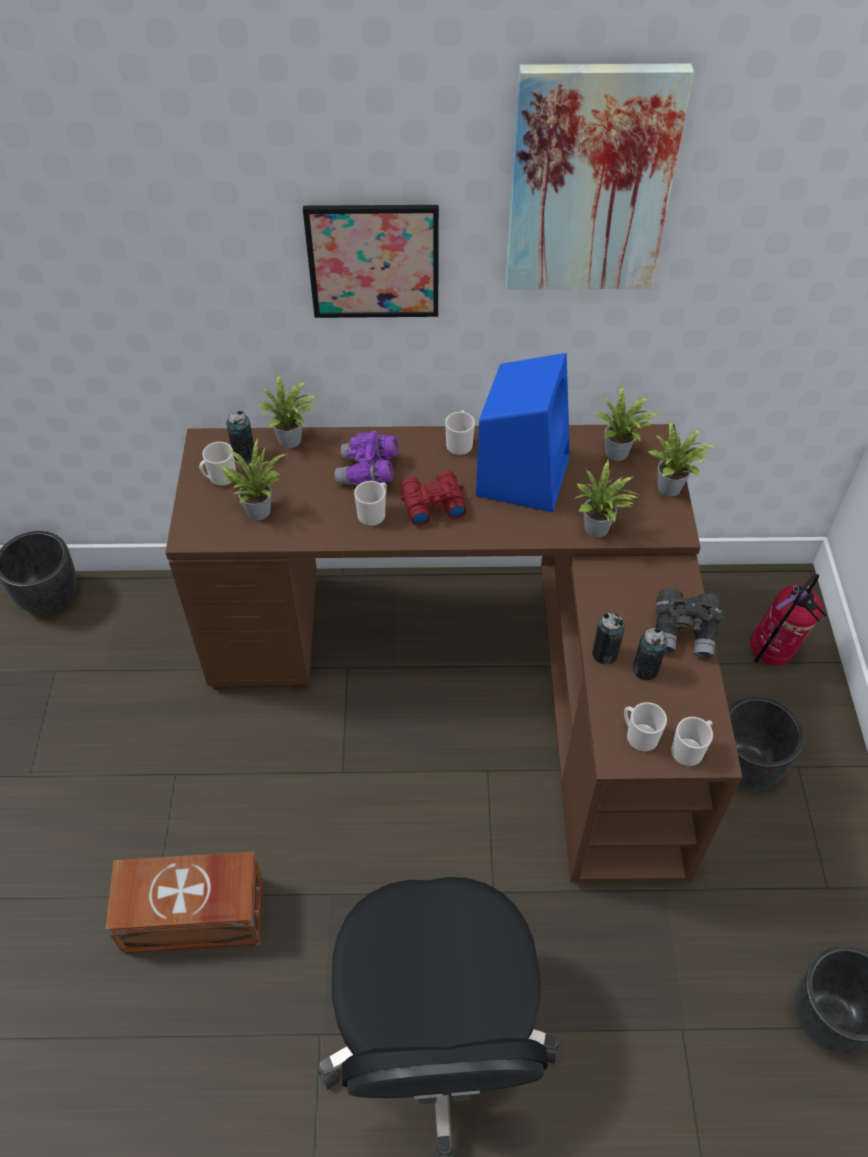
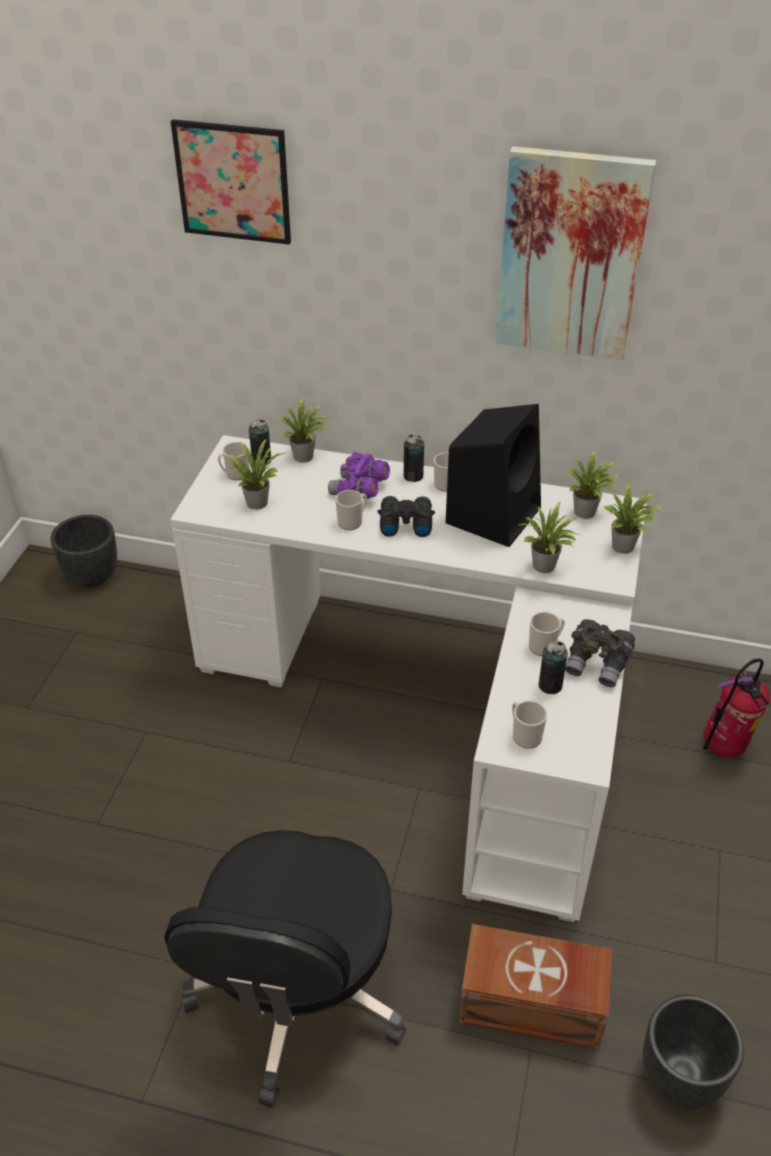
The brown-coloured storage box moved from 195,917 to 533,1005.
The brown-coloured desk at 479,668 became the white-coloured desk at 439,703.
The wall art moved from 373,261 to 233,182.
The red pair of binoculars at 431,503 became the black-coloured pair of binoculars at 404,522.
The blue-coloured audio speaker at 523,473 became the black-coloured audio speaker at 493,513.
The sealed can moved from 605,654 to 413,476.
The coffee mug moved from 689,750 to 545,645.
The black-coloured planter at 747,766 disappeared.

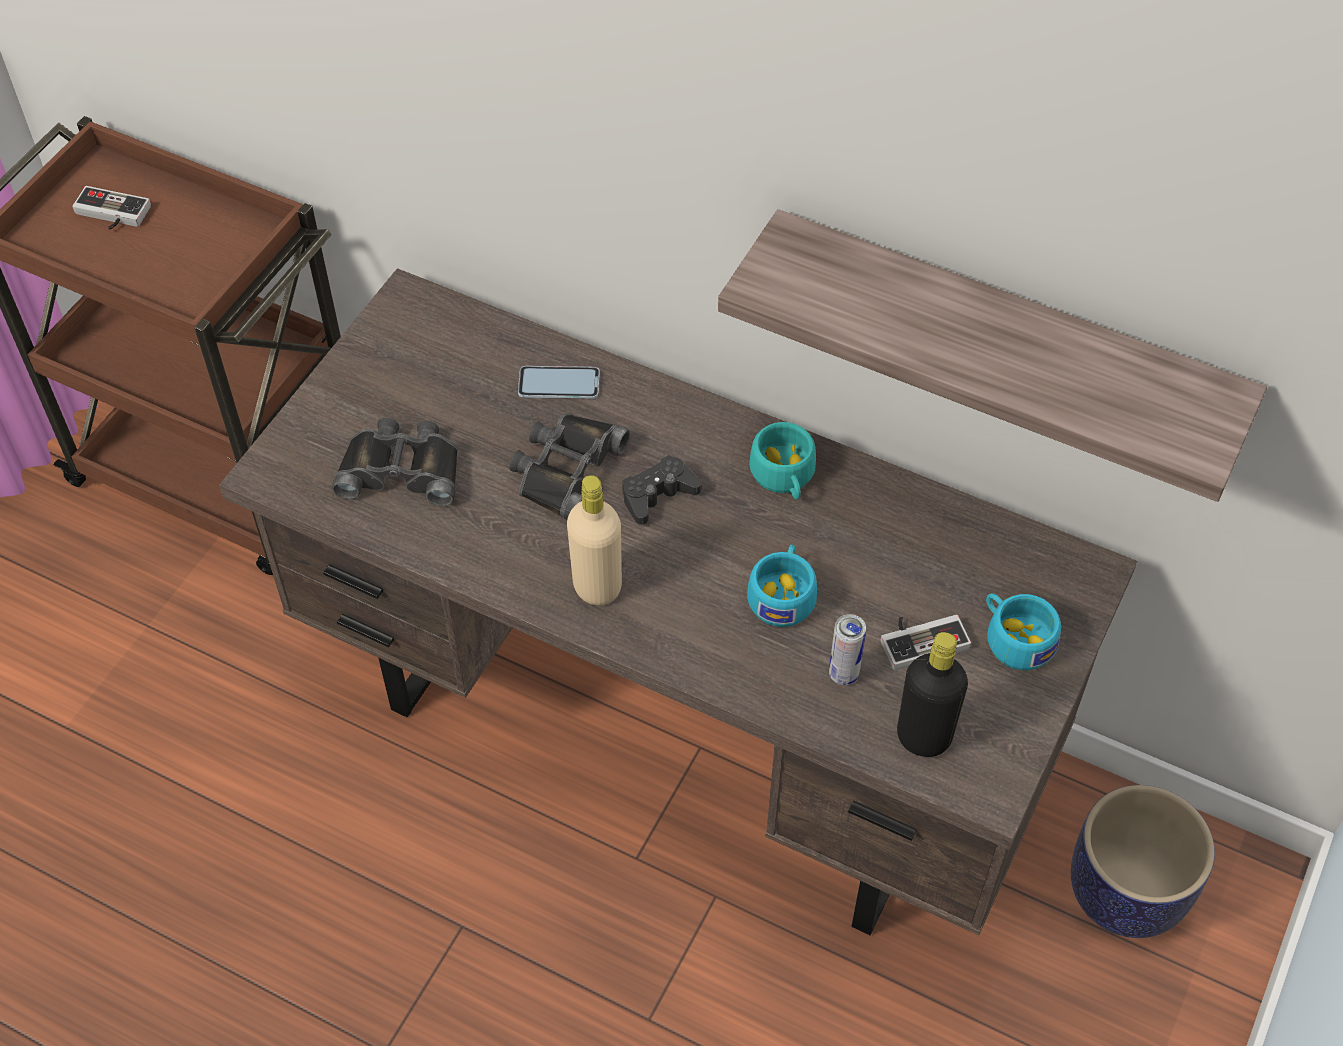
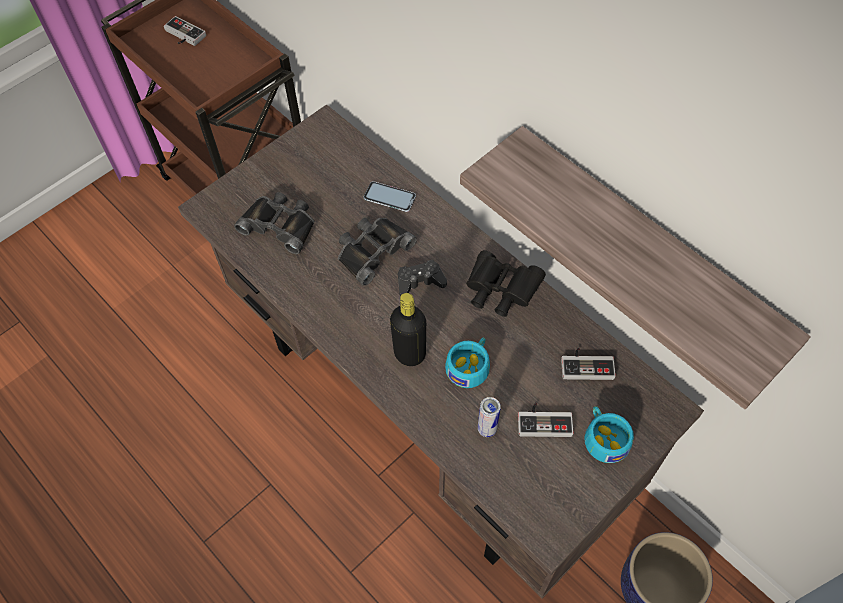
The beige-coloured beverage bottle at 597,586 disappeared.
The turquoise cup at 784,477 was replaced by the black-coloured pair of binoculars at 500,291.
The black-coloured beverage bottle moved from 923,737 to 409,353.
The gamepad at 586,364 appeared.

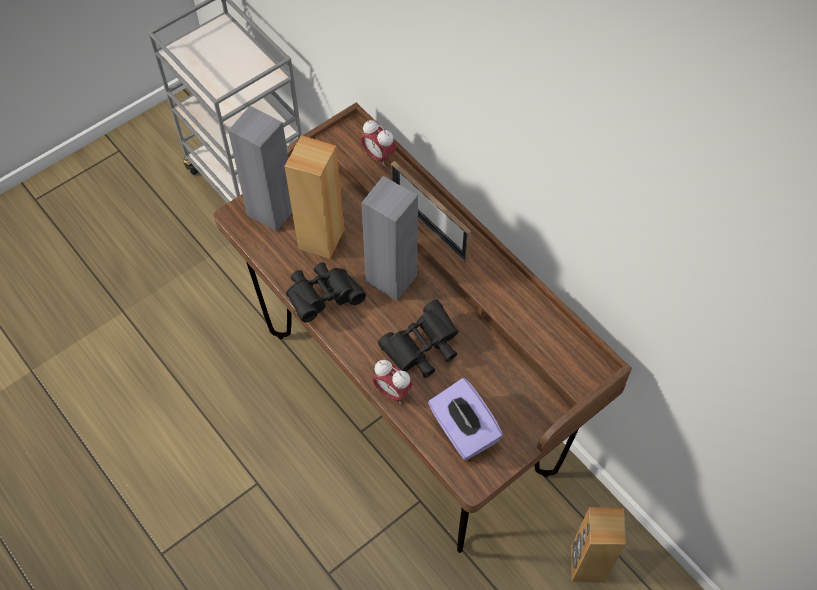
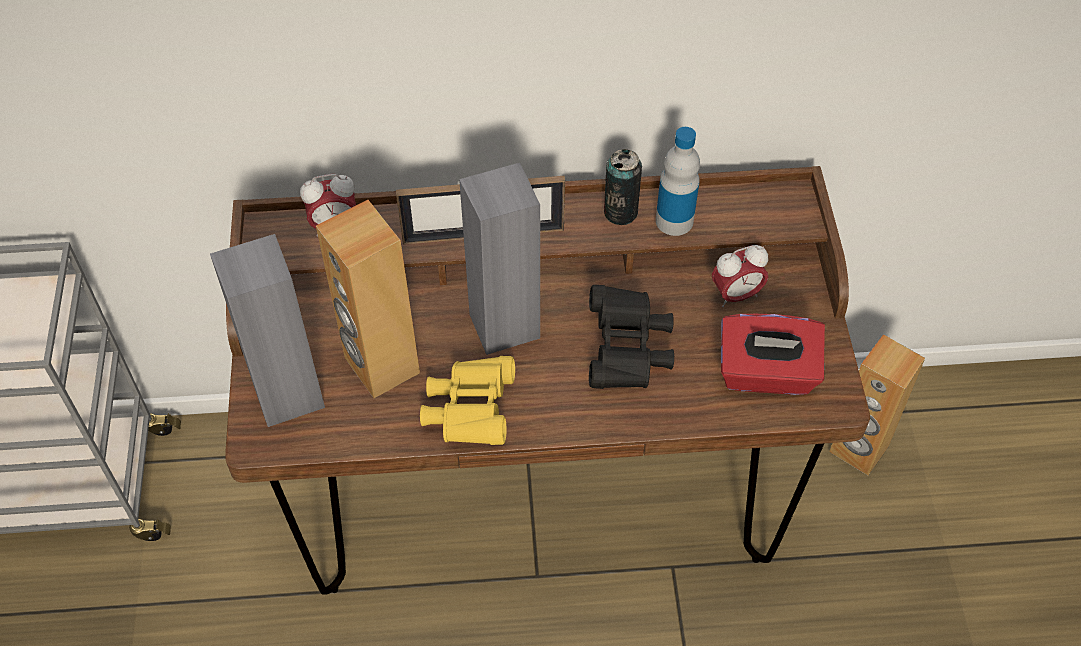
The black-coloured pair of binoculars at 323,297 became the yellow-coloured pair of binoculars at 470,411.
The alarm clock moved from 392,392 to 736,295.
The purple-coloured tissue holder at 463,431 became the red tissue holder at 766,374.
The sealed can at 620,212 appeared.
The beverage bottle at 674,221 appeared.

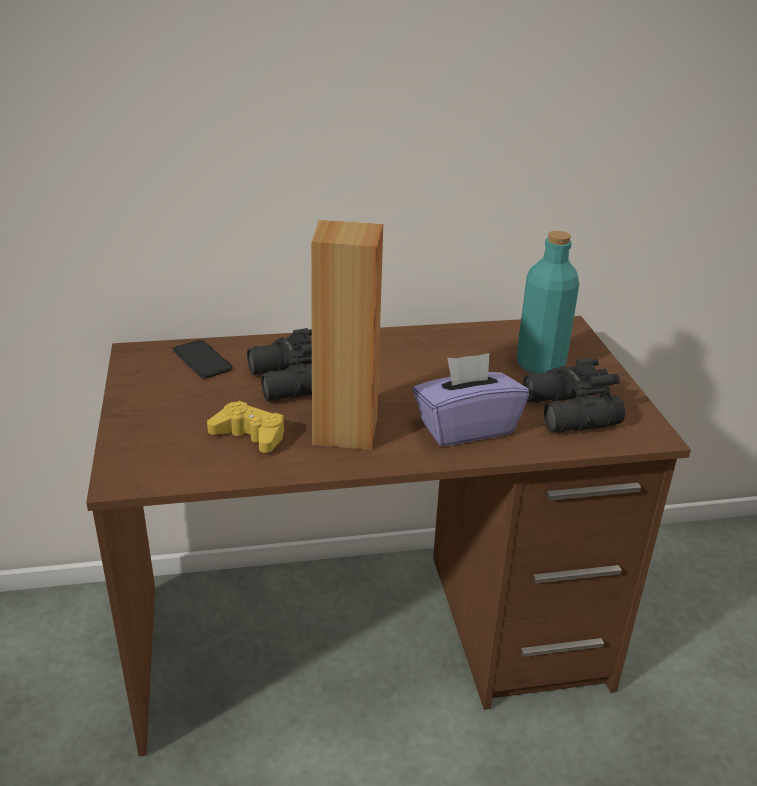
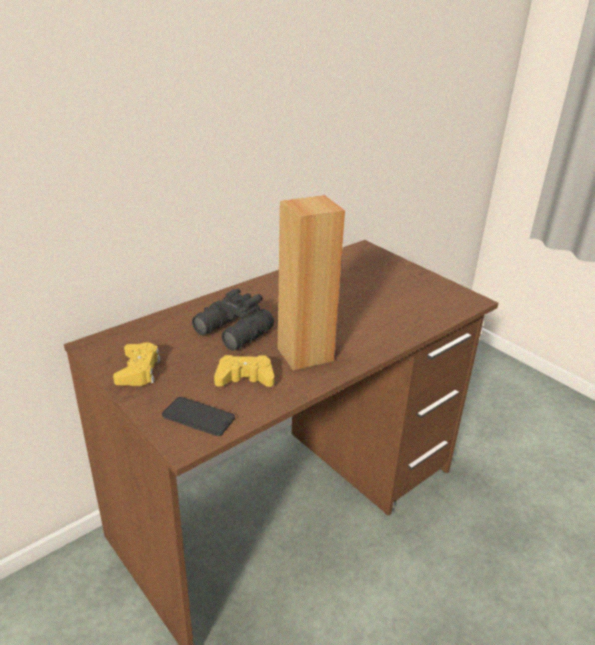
The telephone moved from 202,360 to 198,417.
The purple-coloured tissue holder at 465,427 disappeared.
The turquoise beverage bottle at 540,365 disappeared.
The black-coloured pair of binoculars at 568,413 disappeared.
The yellow-coloured gamepad at 138,370 appeared.

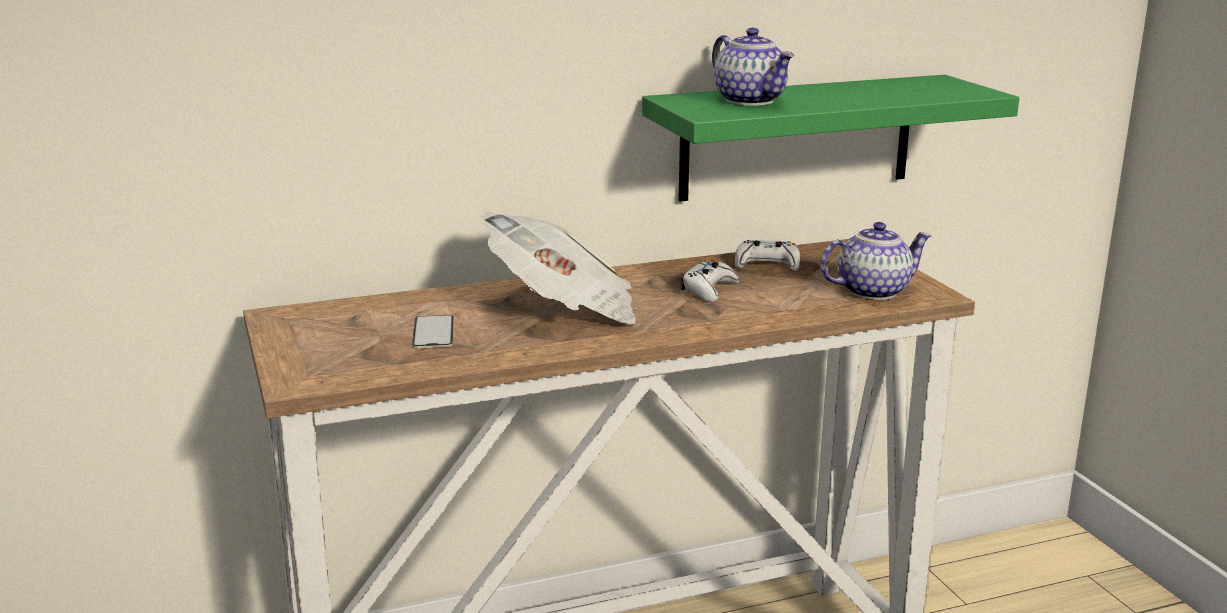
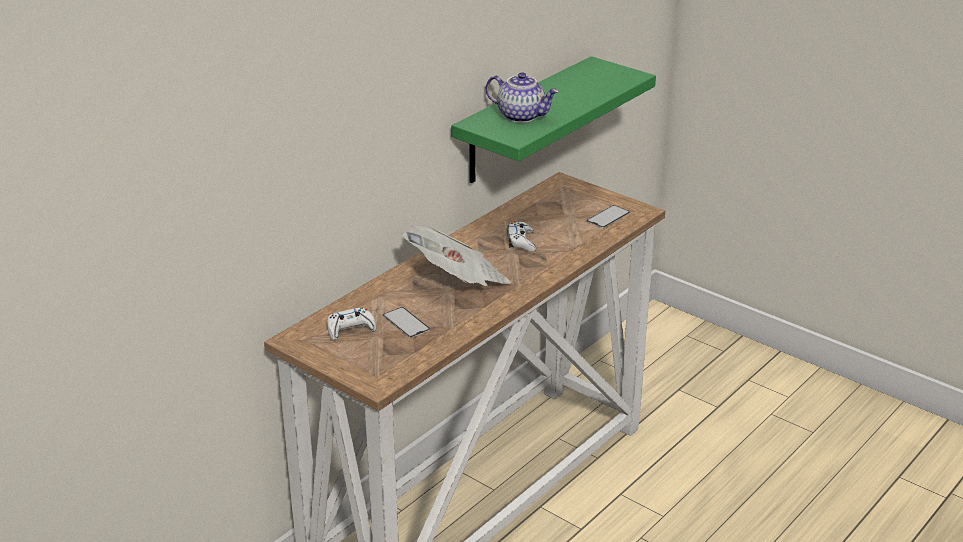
The white-coloured gamepad moved from 766,264 to 350,329.
The teapot at 872,291 was replaced by the telephone at 608,217.

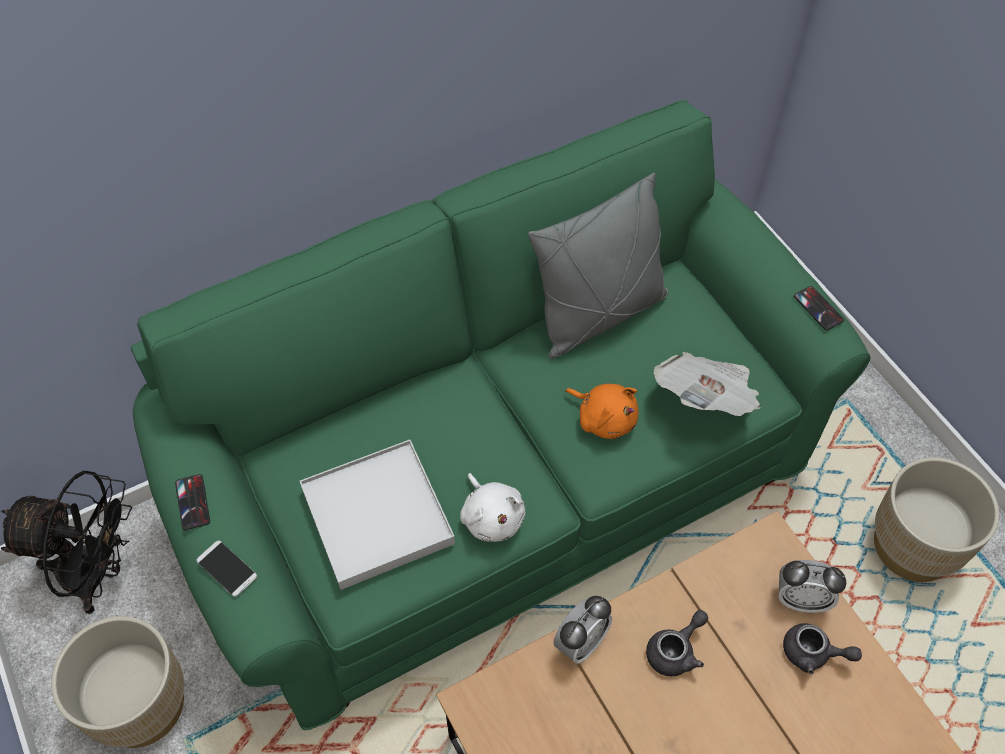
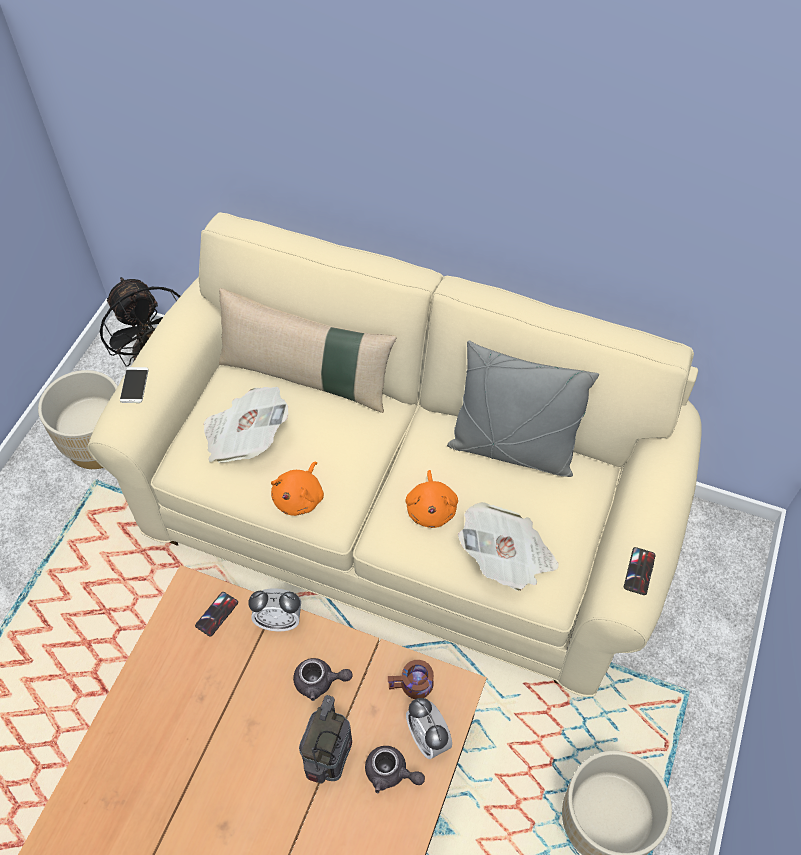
The green sofa at 502,482 became the beige-coloured sofa at 401,516.
The telephone moved from 193,502 to 217,614.
The white-coloured tray at 377,516 was replaced by the printed paper at 246,438.
The white-coloured cuddly toy at 492,517 became the orange-coloured cuddly toy at 300,497.
The gray teapot at 813,653 turned 45 degrees counterclockwise.
The beige-coloured pillow at 307,377 appeared.
The radio receiver at 329,759 appeared.
The brown-coloured coffee mug at 412,687 appeared.

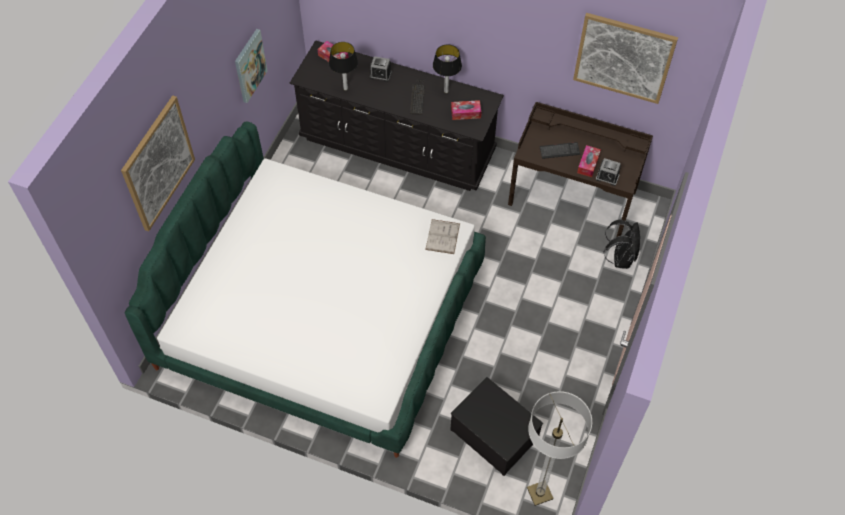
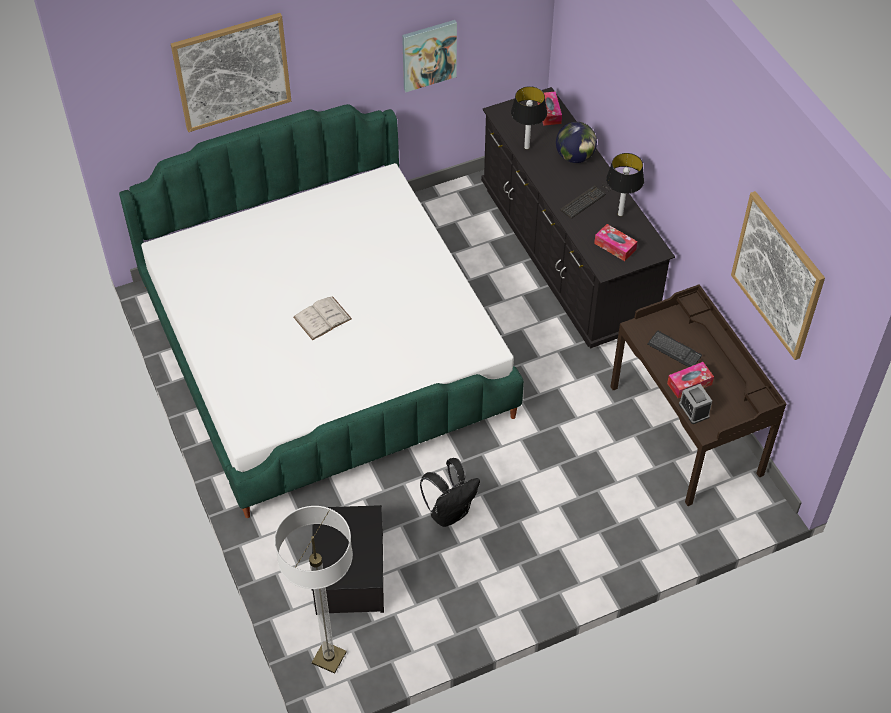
The alarm clock at 380,75 was replaced by the desk globe at 574,157.
The white-coloured bound book moved from 442,236 to 322,318.
The black-coloured knapsack moved from 620,258 to 450,512.

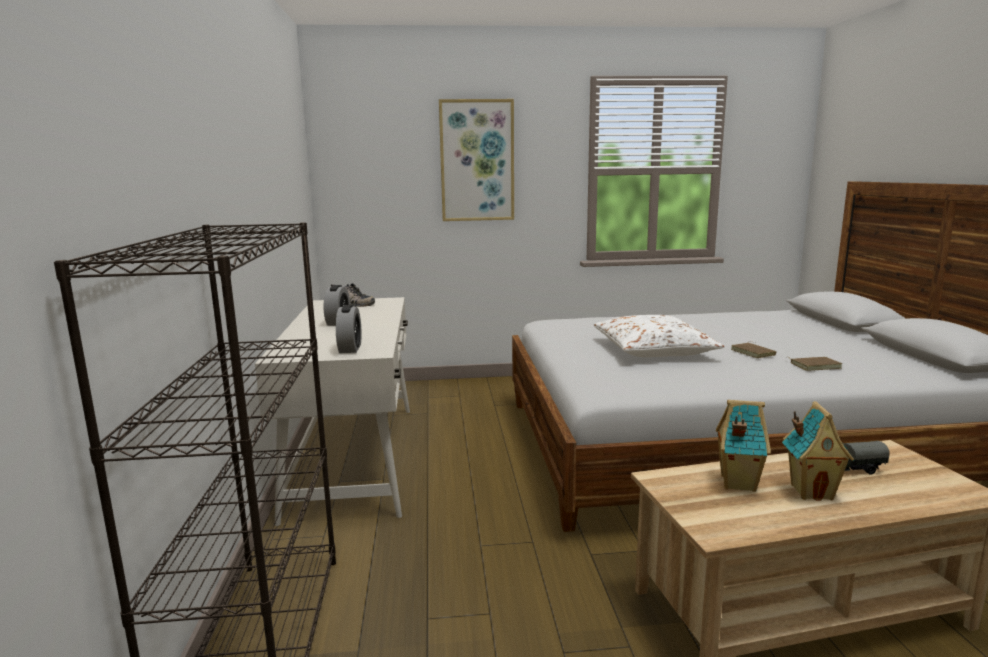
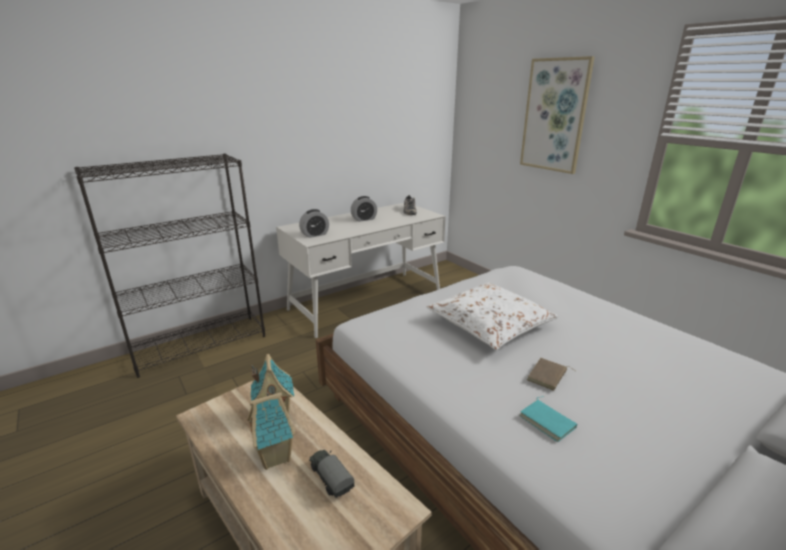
The brown-coloured bound book at 814,365 became the turquoise bound book at 548,421.

